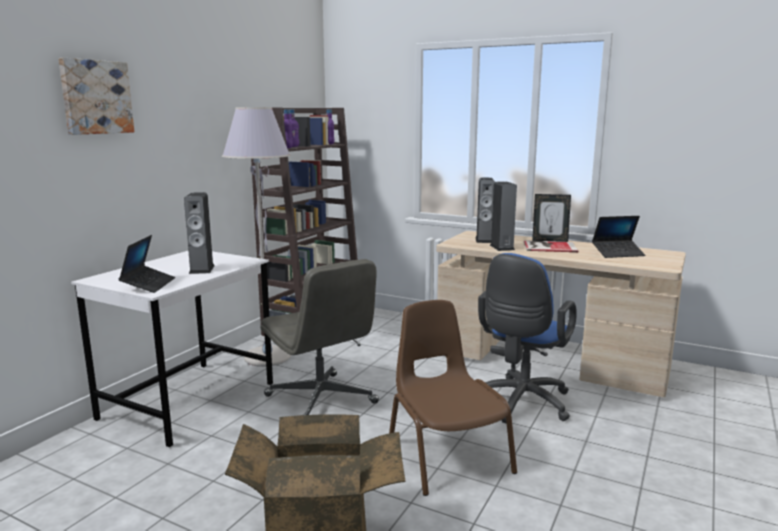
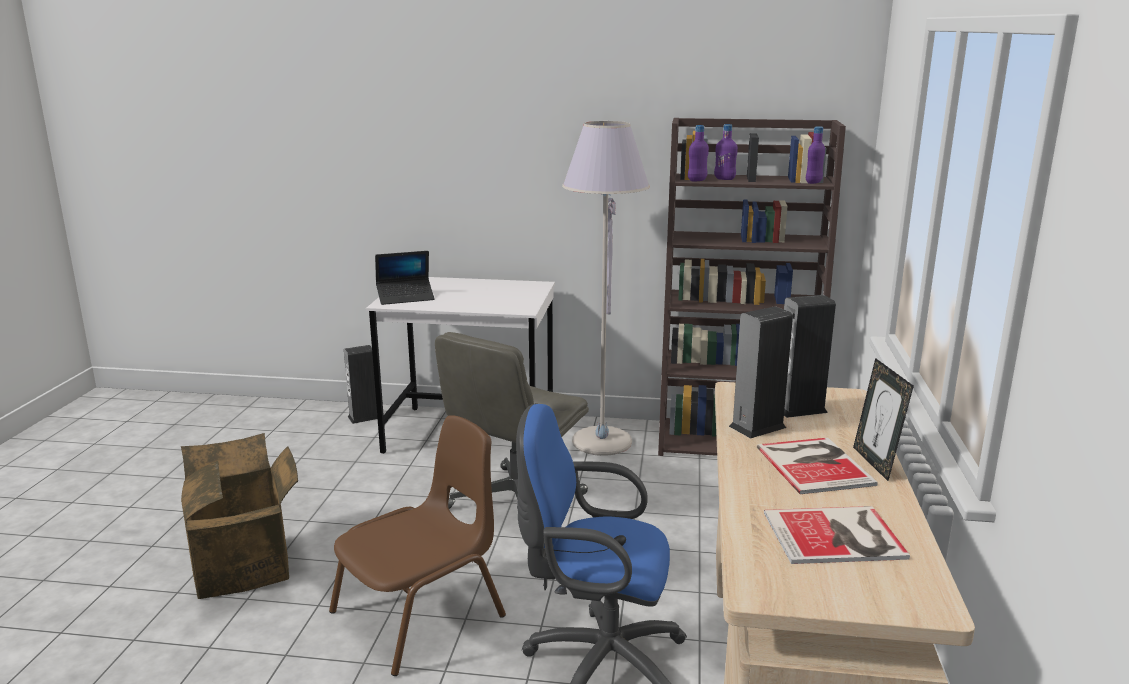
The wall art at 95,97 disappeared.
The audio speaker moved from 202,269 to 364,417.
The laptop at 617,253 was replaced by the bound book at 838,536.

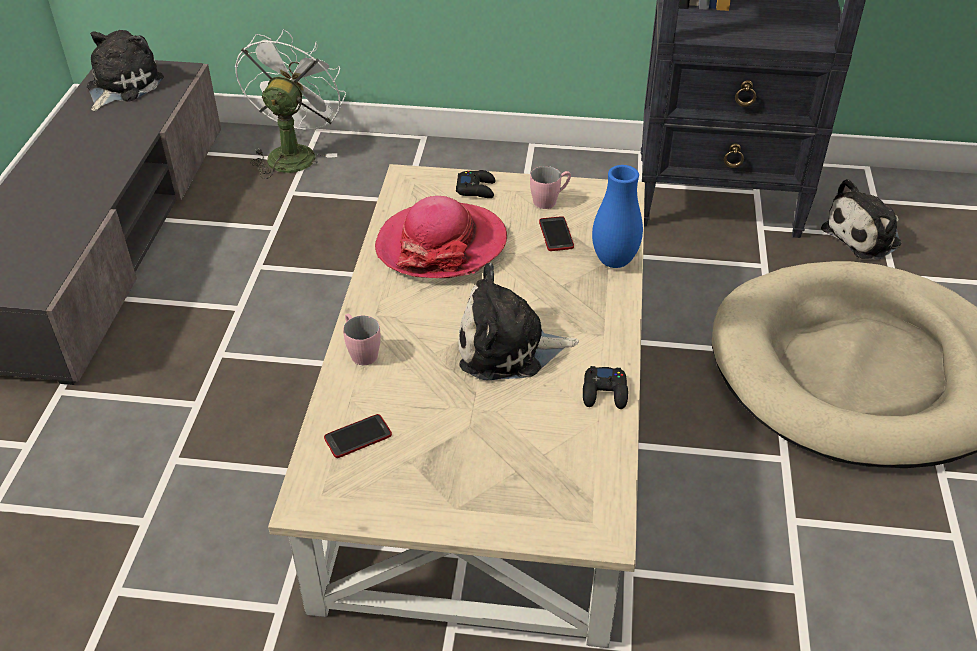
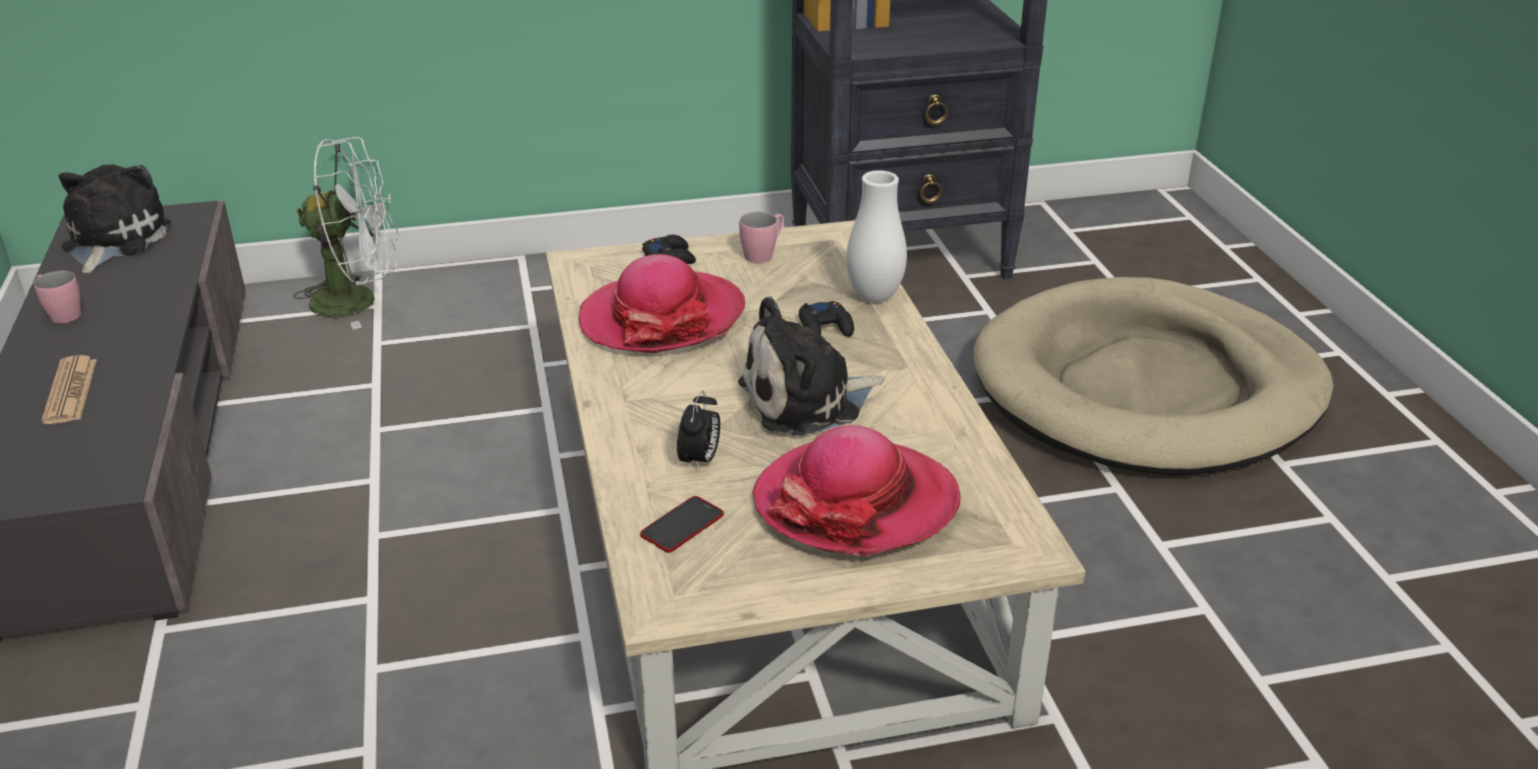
The white-coloured cooling fan at 294,153 turned 90 degrees clockwise.
The pink-coloured coffee mug moved from 360,351 to 61,314.
The telephone at 556,235 disappeared.
The black-coloured gamepad moved from 605,392 to 825,327.
The blue-coloured flower vase at 614,261 became the white-coloured flower vase at 874,296.
The cuddly toy at 865,236 disappeared.
The printed paper at 70,391 appeared.
The alarm clock at 700,460 appeared.
The hat at 856,503 appeared.

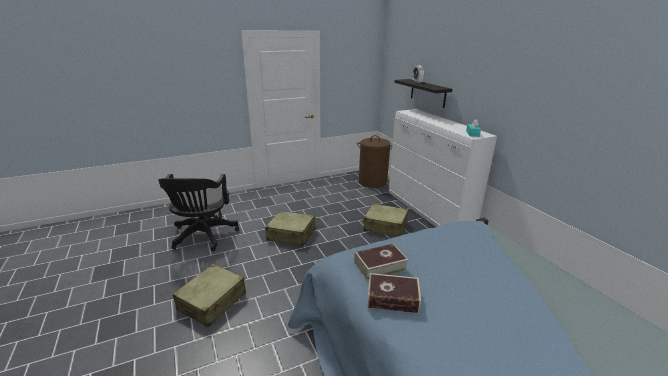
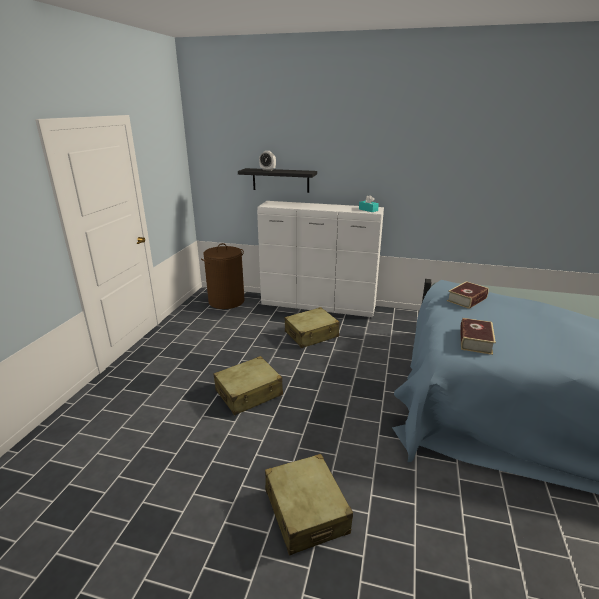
The black-coloured computer chair at 203,237 disappeared.
The bound book moved from 392,298 to 467,299.

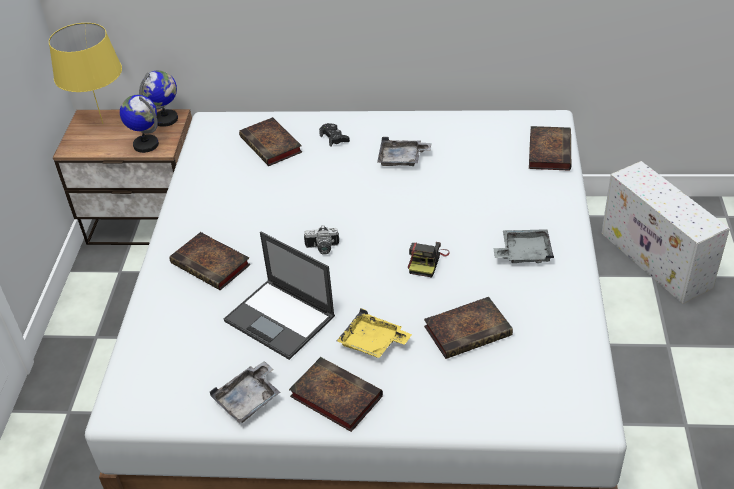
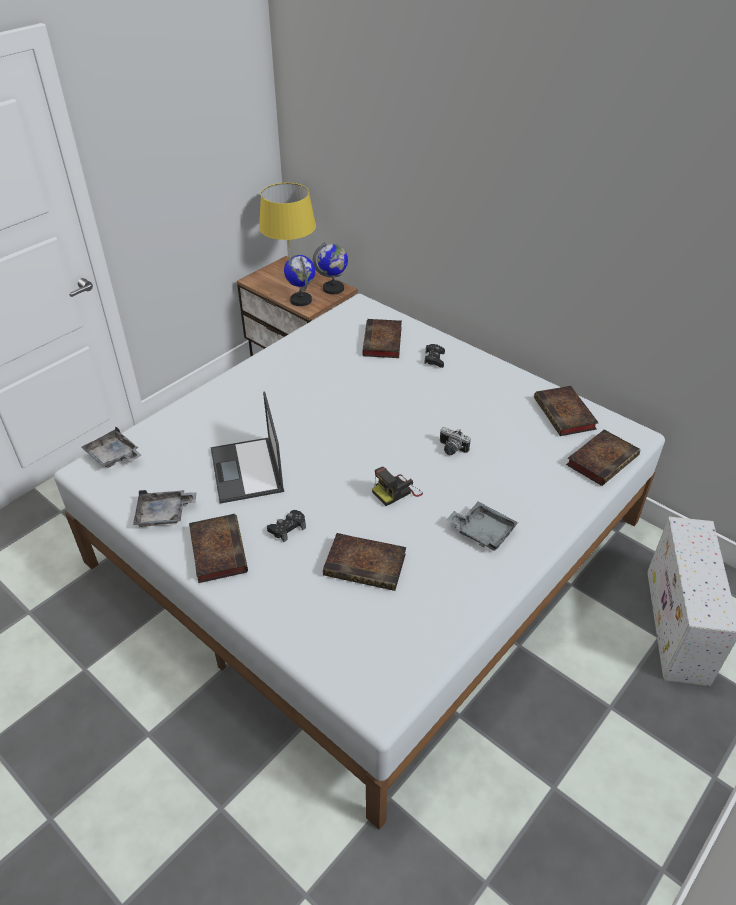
The bound book moved from 212,265 to 565,415.
The photo camera moved from 322,248 to 451,449.
The yellow-coloured tray at 373,343 was replaced by the black-coloured gamepad at 287,528.
The gray tray moved from 402,159 to 114,456.

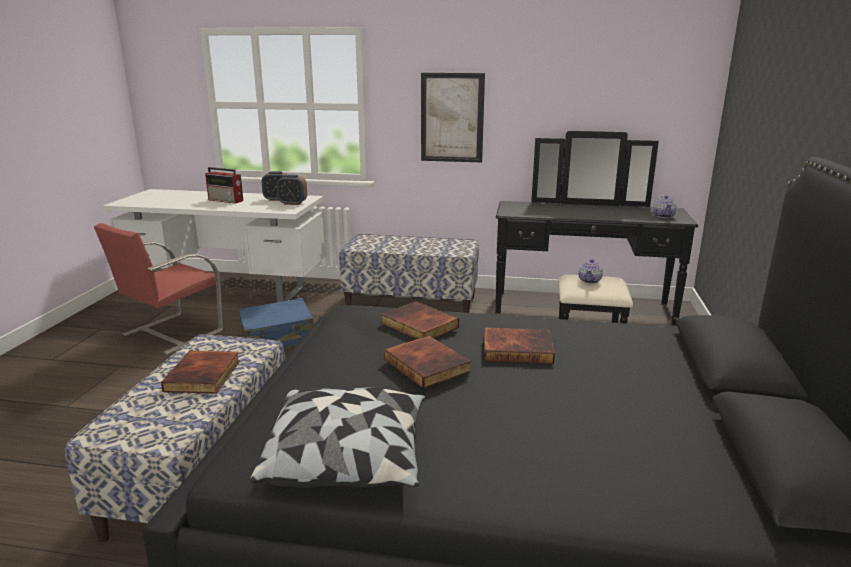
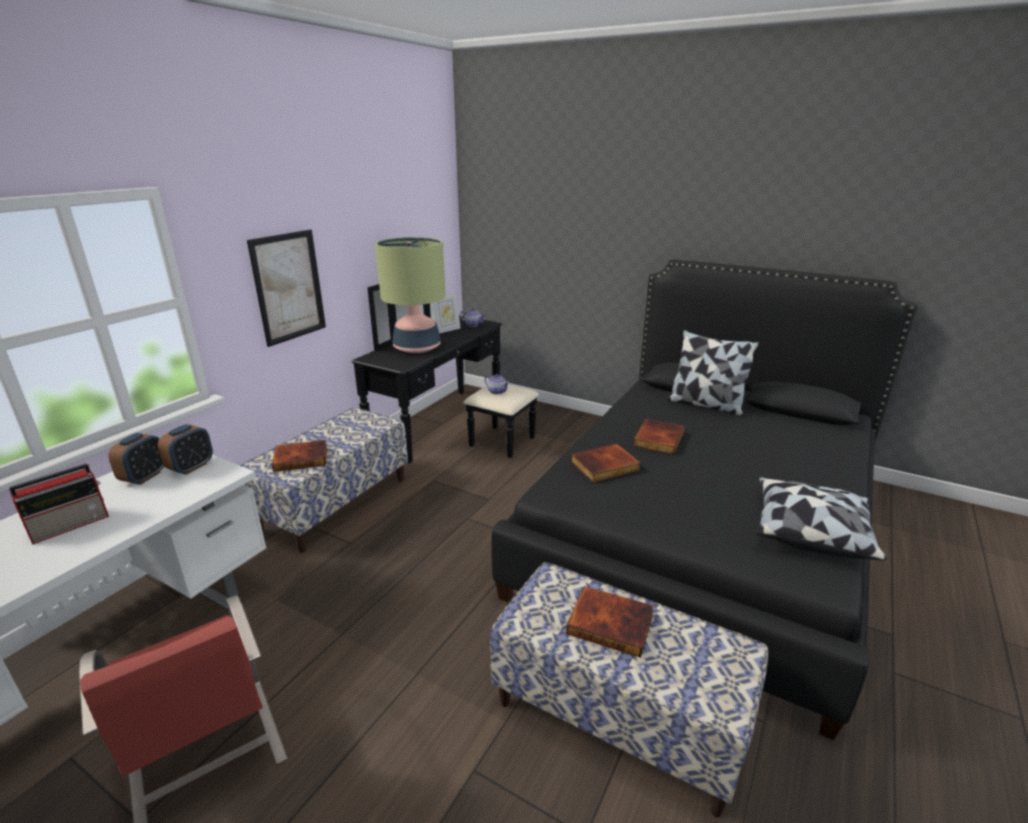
The blue-coloured travel case at 278,338 disappeared.
The bound book moved from 428,365 to 301,458.
The lamp for a table at 416,347 appeared.
The photo frame at 447,330 appeared.
The pillow at 706,404 appeared.

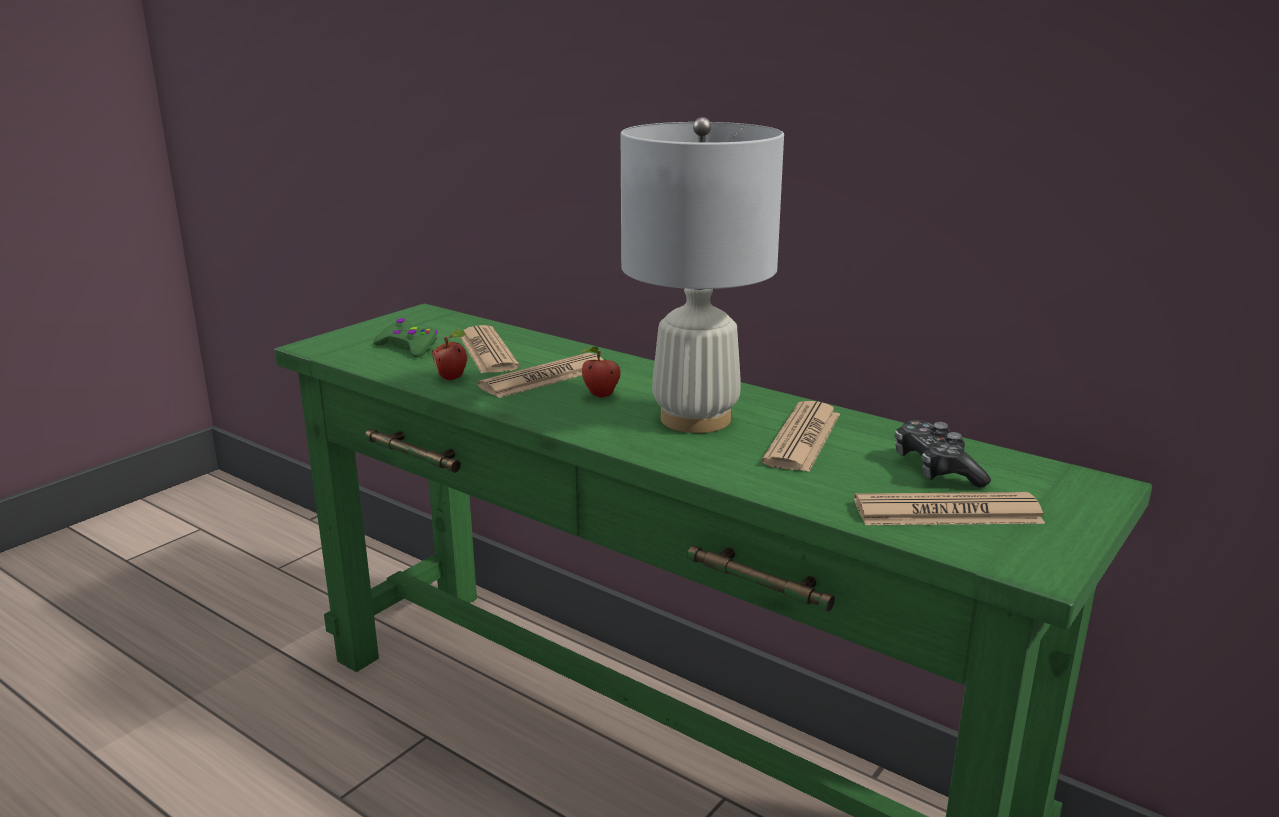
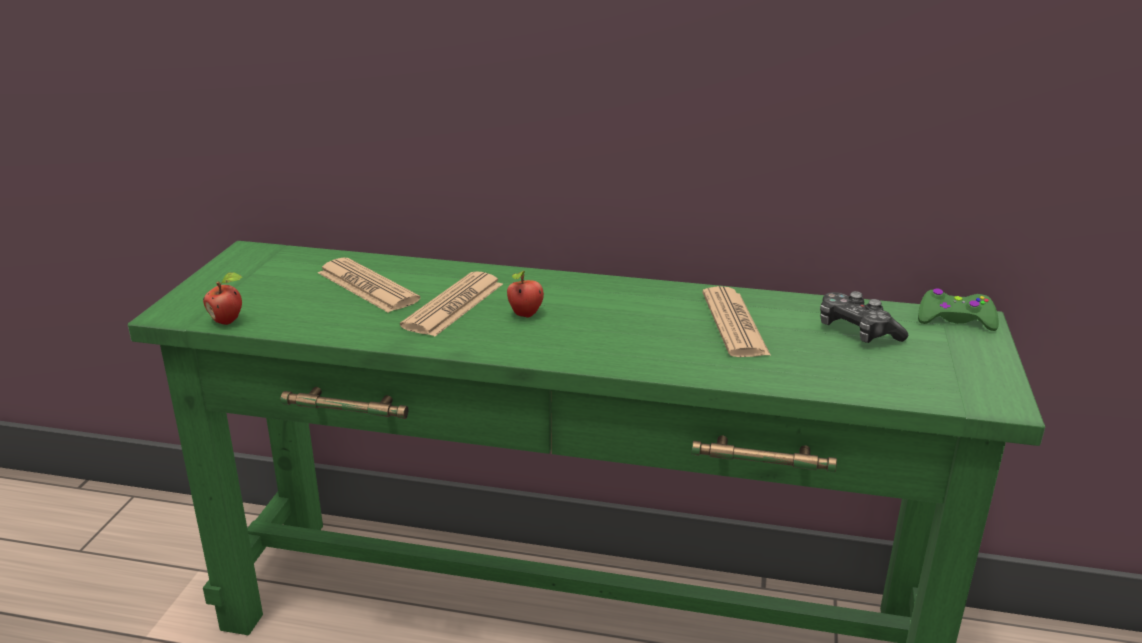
The green gamepad moved from 408,347 to 955,319.
The apple fruit moved from 452,378 to 228,321.
The white-coloured lamp for a table at 696,419 disappeared.
The printed paper at 947,512 disappeared.

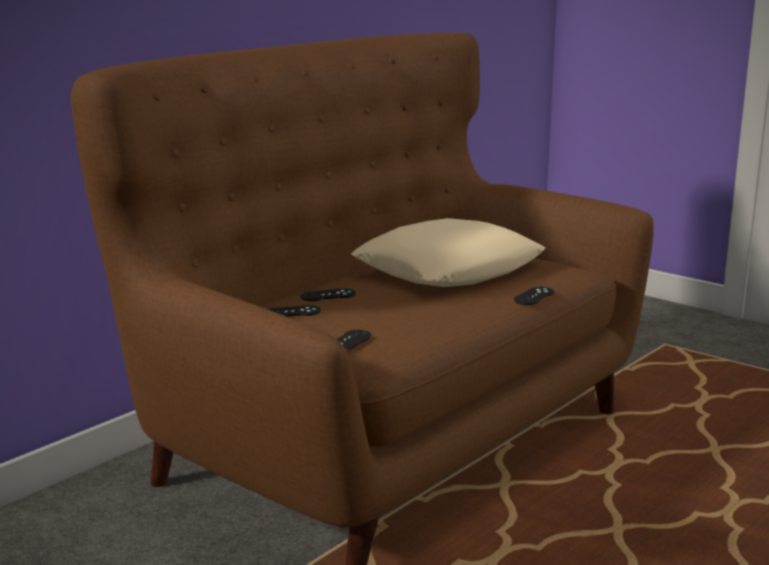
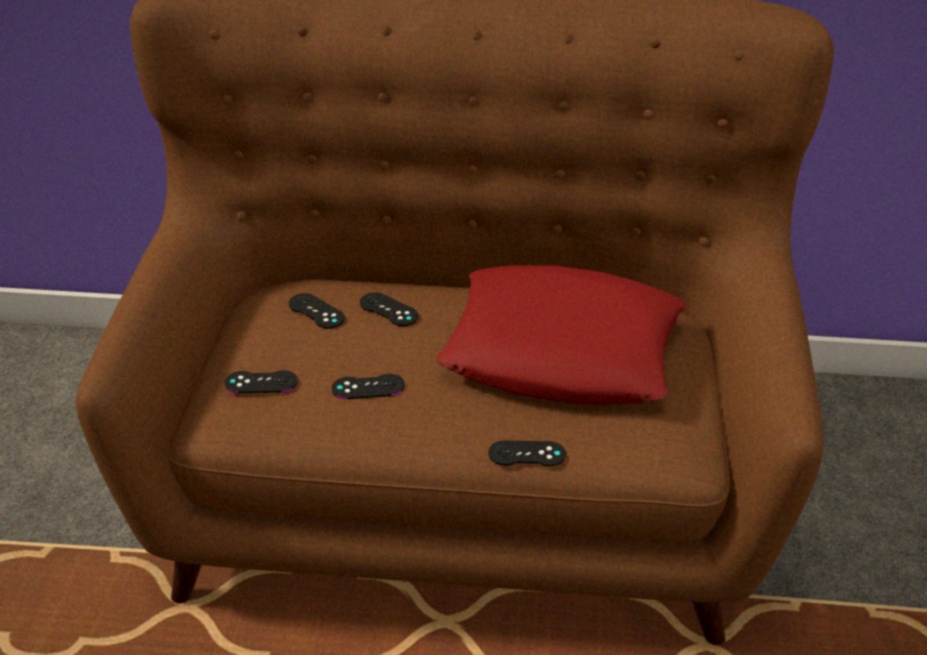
The beige-coloured pillow at 449,269 became the red pillow at 563,352.
The black-coloured gamepad at 368,387 appeared.

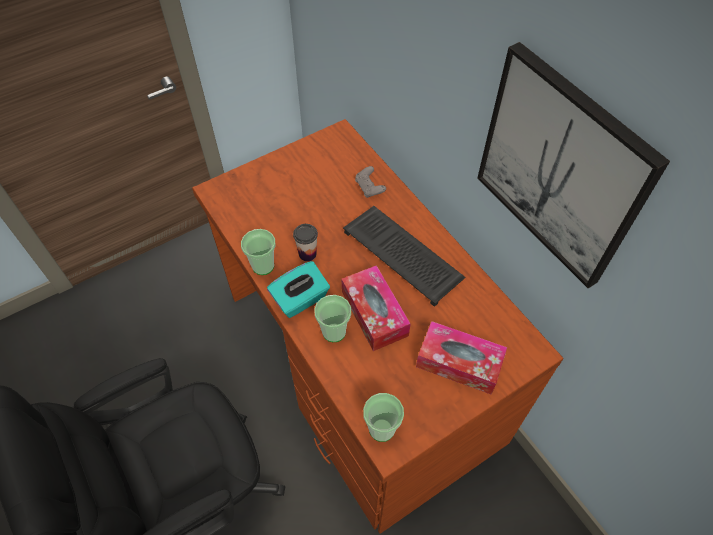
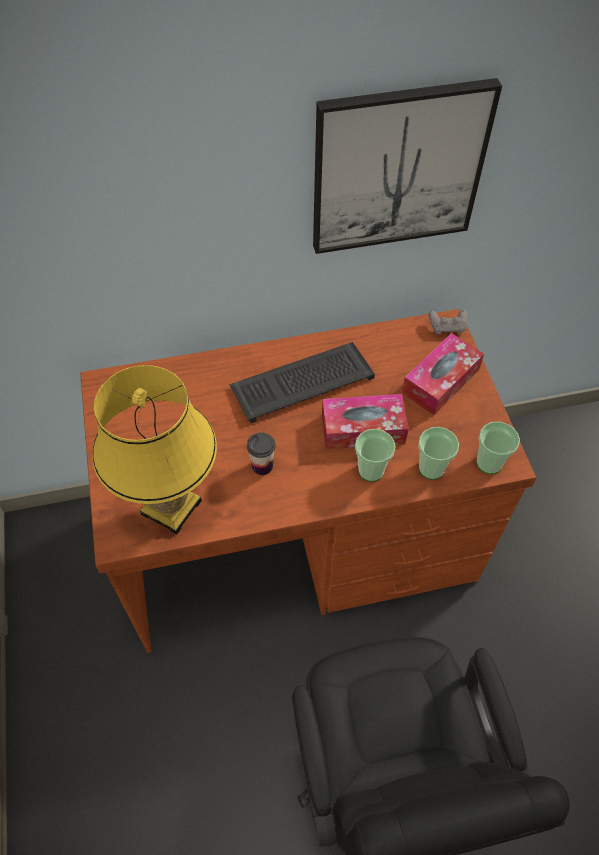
The cup moved from 263,266 to 431,468.
The turquoise tissue holder at 300,299 disappeared.
The gray gamepad moved from 369,188 to 447,327.
The yellow-coloured lamp for a table at 171,508 appeared.

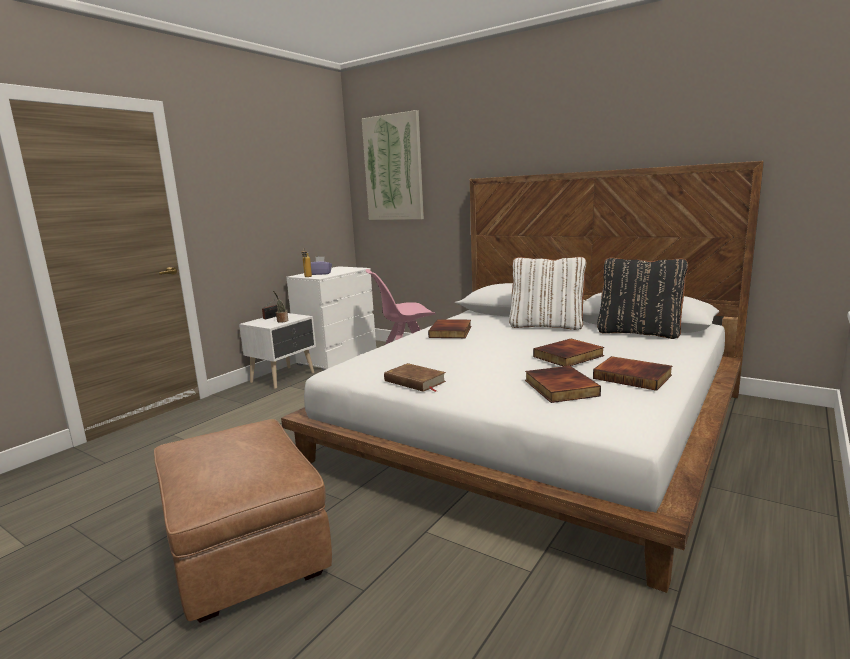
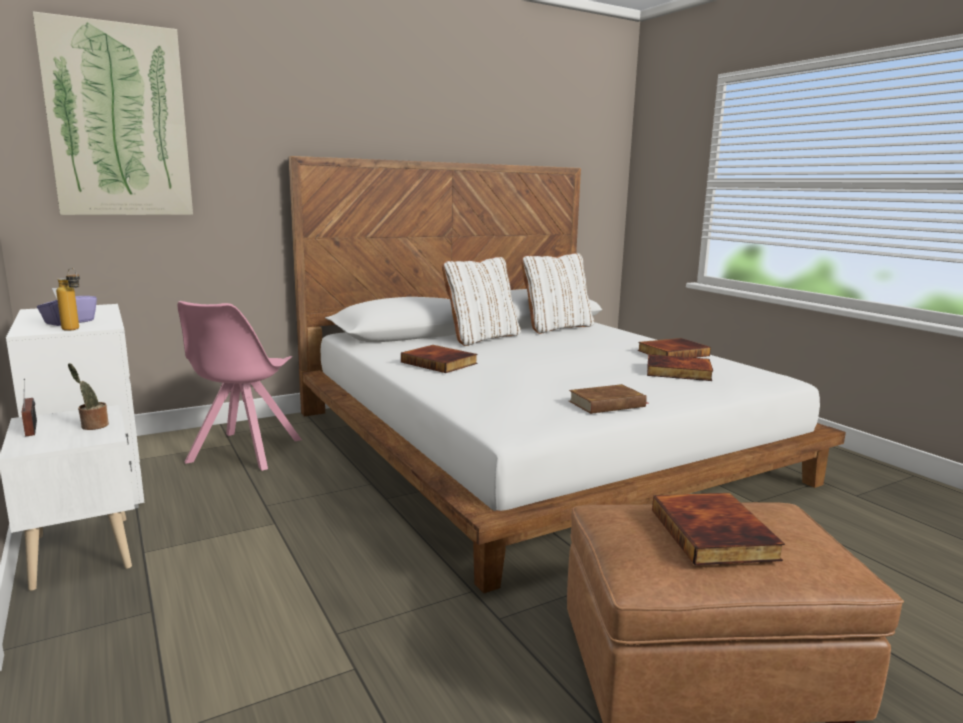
The bound book moved from 569,356 to 715,534.
The black-coloured pillow at 639,333 became the white-coloured pillow at 556,328.

